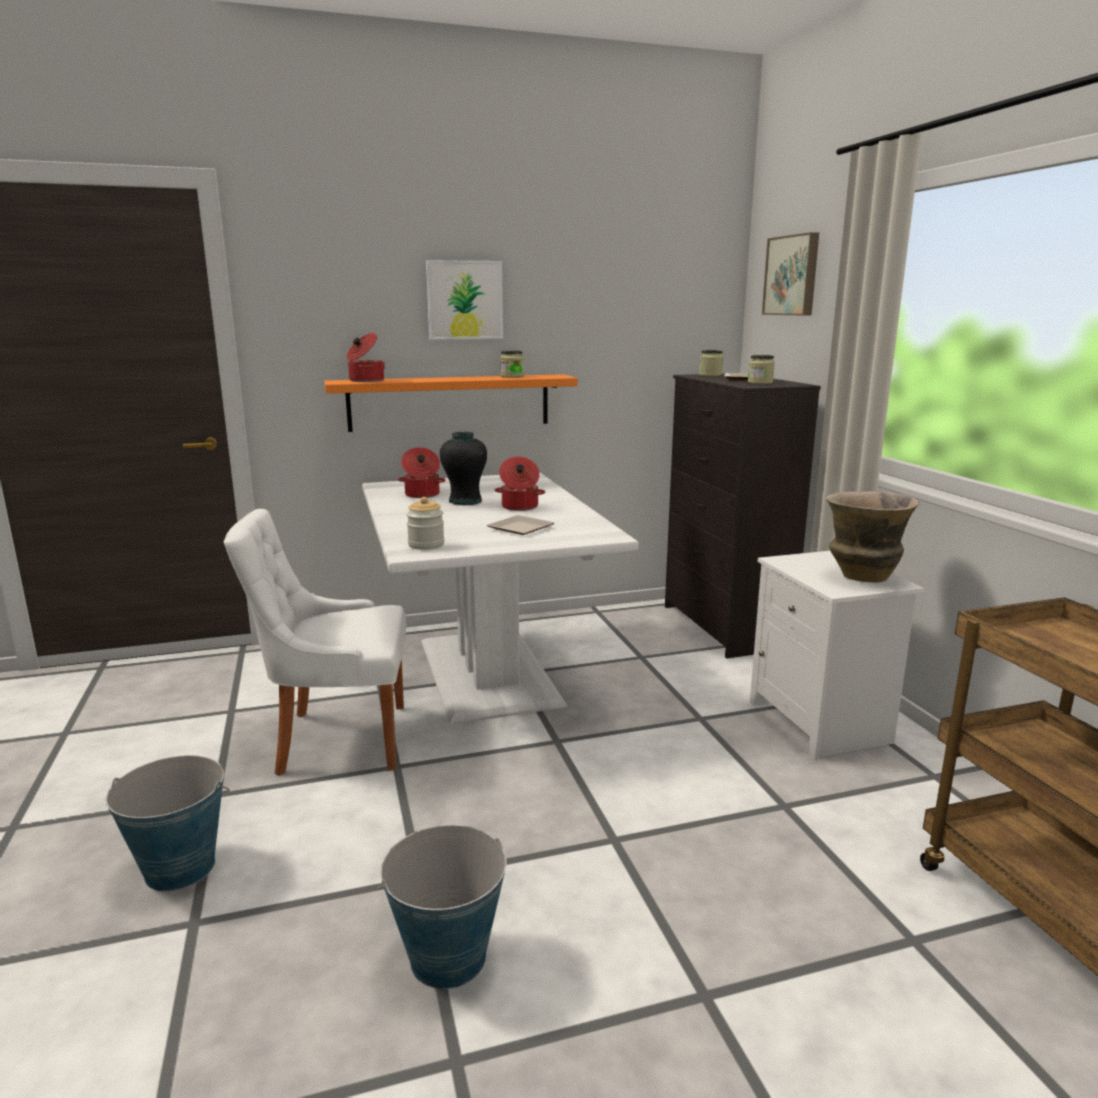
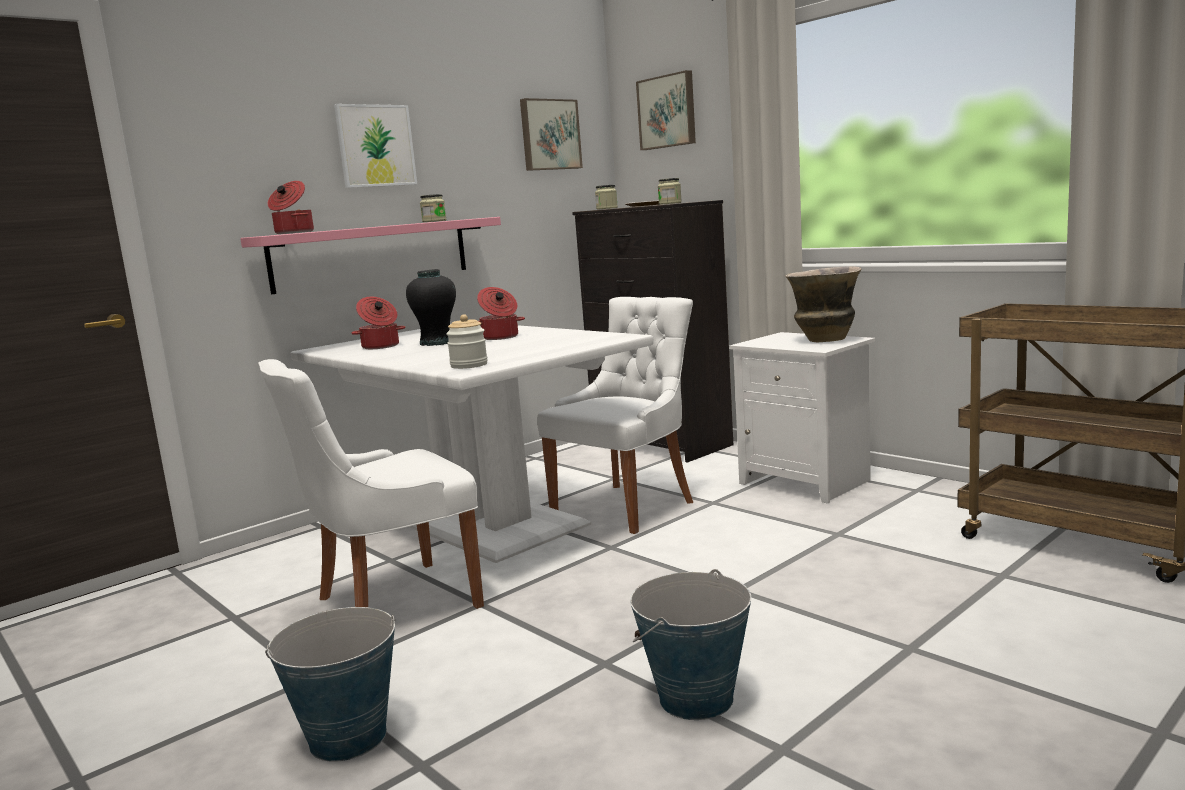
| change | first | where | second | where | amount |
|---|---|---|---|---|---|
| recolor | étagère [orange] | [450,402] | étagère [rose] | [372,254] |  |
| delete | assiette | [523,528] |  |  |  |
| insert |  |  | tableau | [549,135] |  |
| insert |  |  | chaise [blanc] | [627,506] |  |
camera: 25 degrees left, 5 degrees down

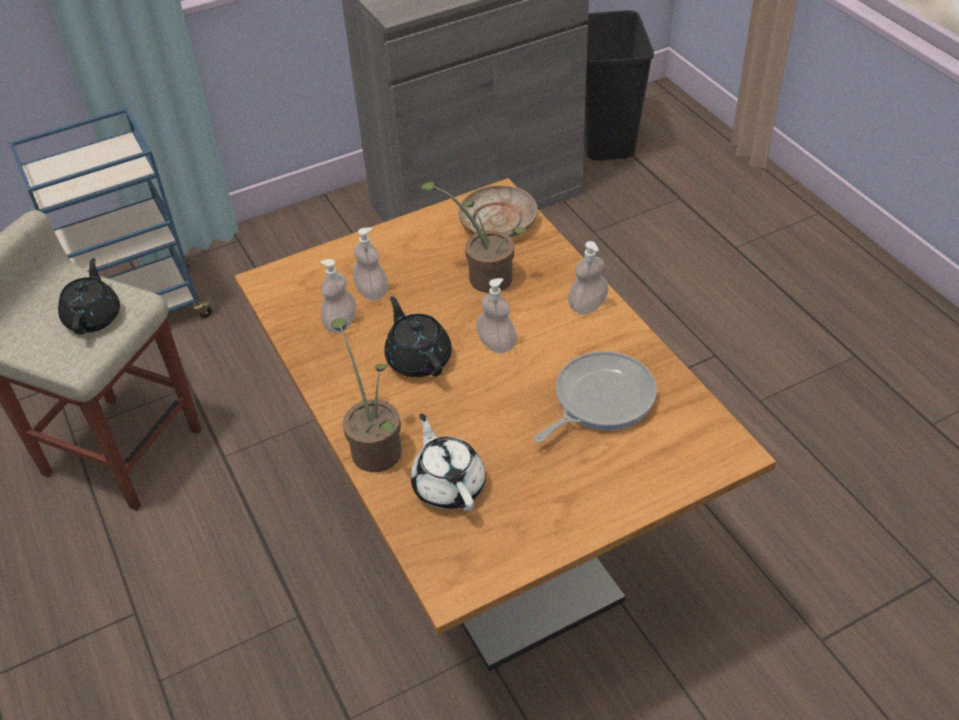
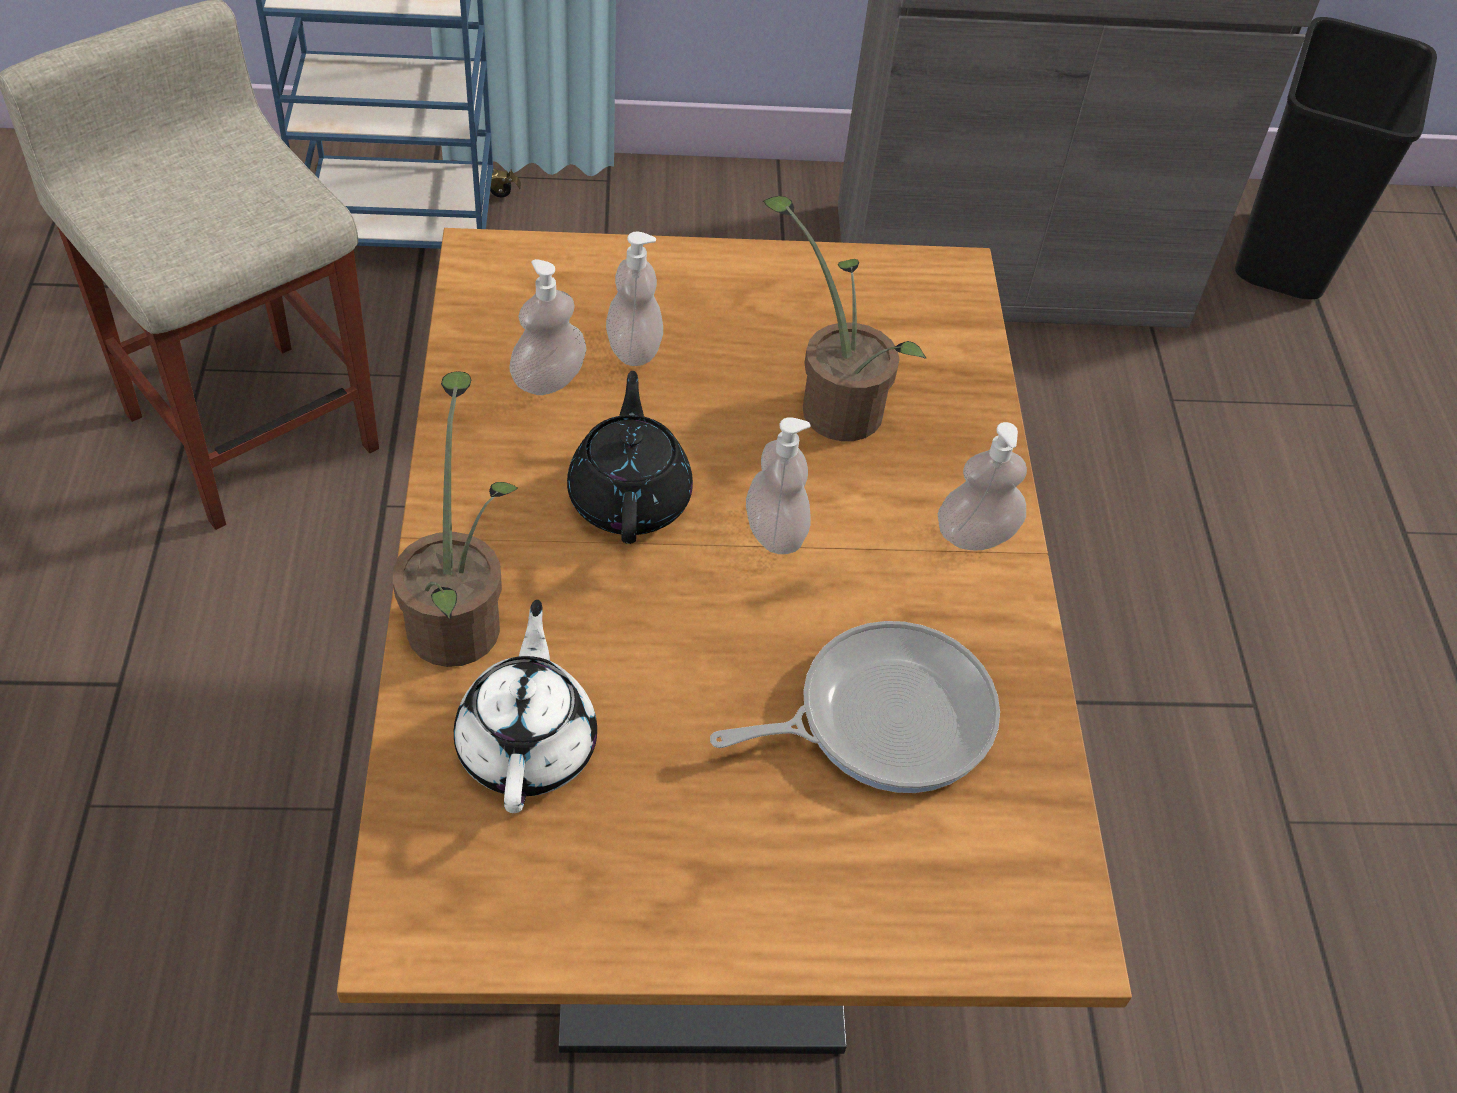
| change | first | where | second | where | amount |
|---|---|---|---|---|---|
| delete | assiette [beige] | [498,221] |  |  |  |
| delete | théière [noir] | [94,317] |  |  |  |
camera: 20 degrees right, 5 degrees up

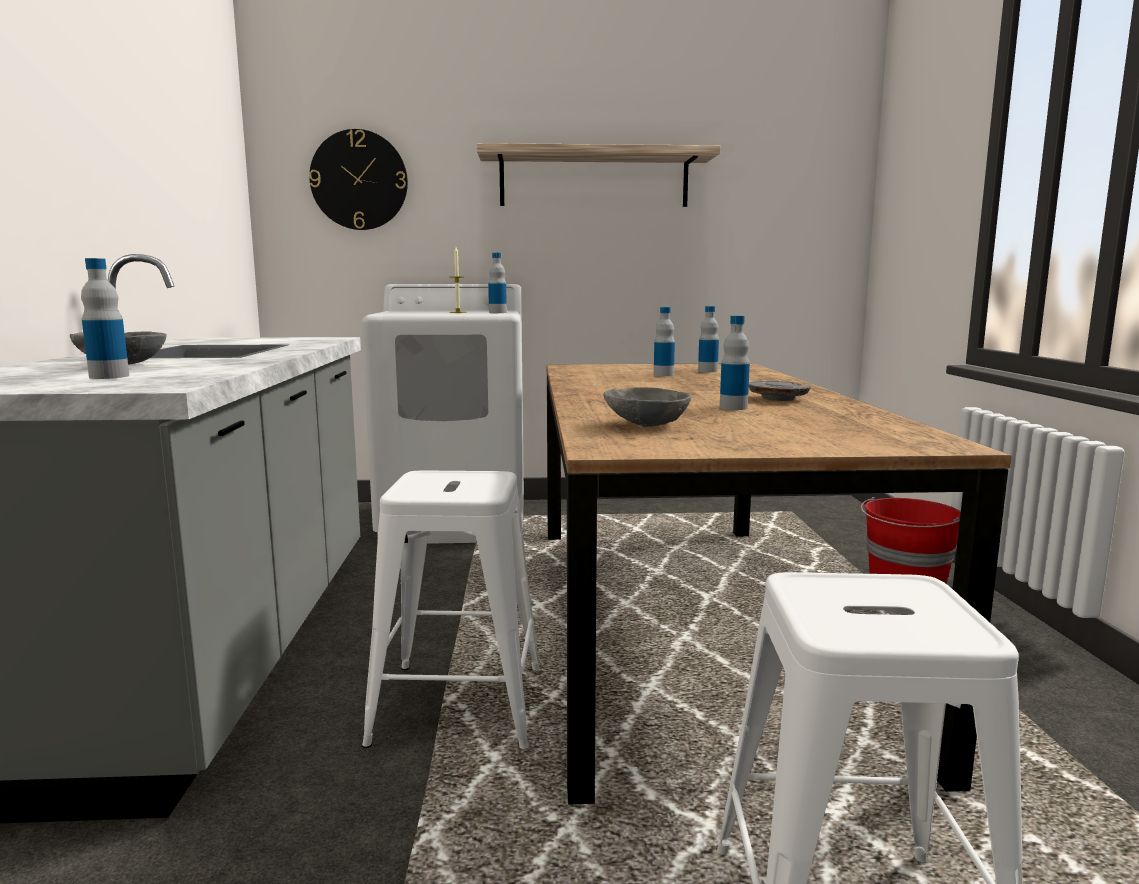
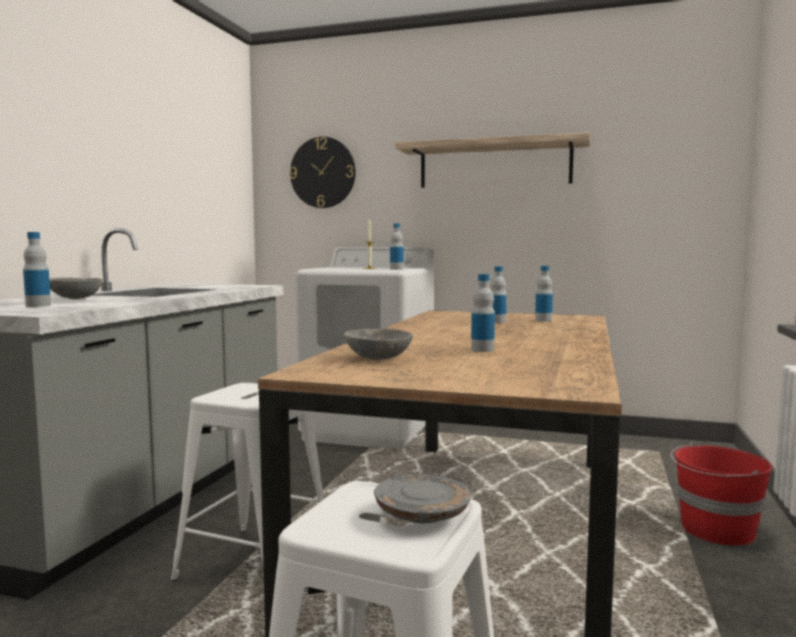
| change | first | where | second | where | amount |
|---|---|---|---|---|---|
| move | assiette [gris] | [778,399] |  | [422,513] |  |
camera: 20 degrees right, 5 degrees down

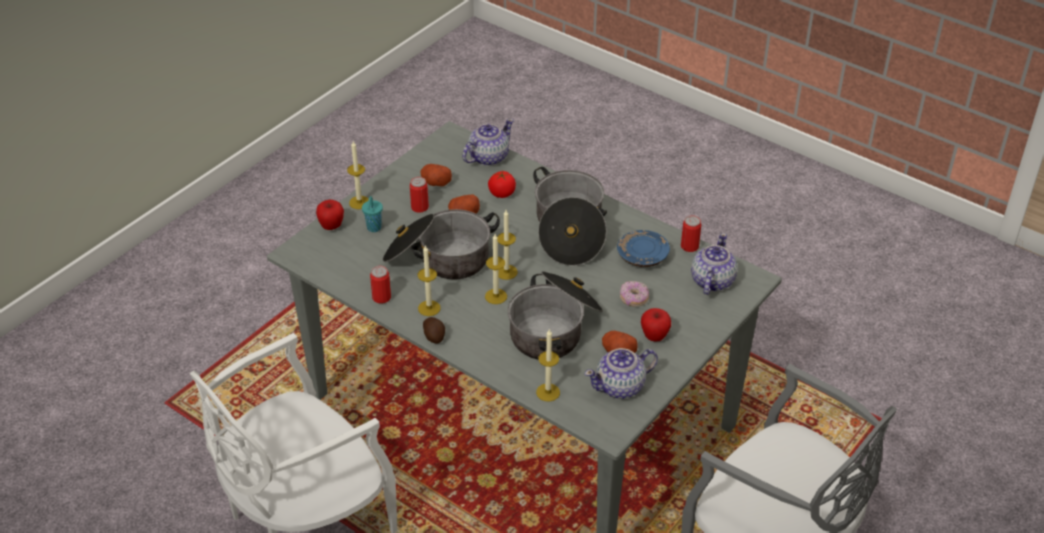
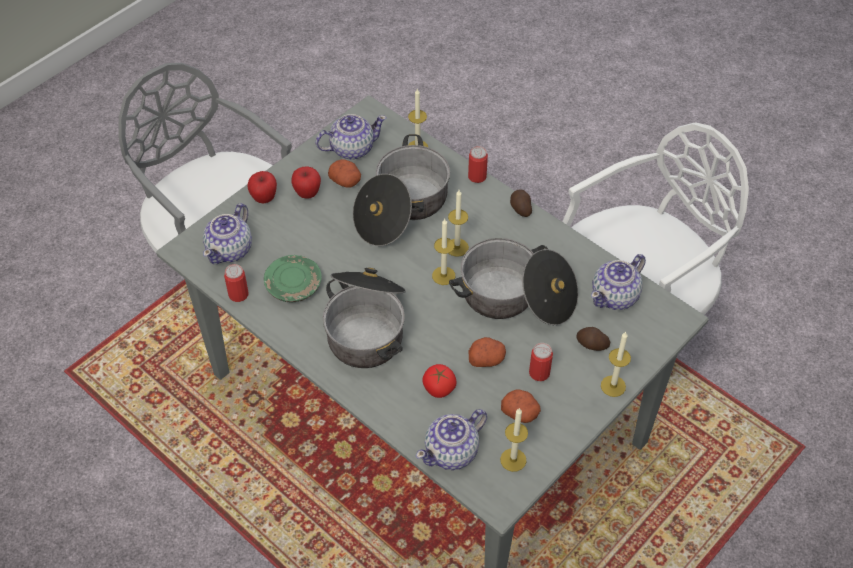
| change | first | where | second | where | amount |
|---|---|---|---|---|---|
| replace | tasse [turquoise] | [373,228] | pomme de terre | [592,345] |  |
| move | pomme | [331,226] |  | [264,198] |  |
| recolor | assiette [bleu] | [642,256] | assiette [vert] | [294,285] |  |
| move | bougie | [429,308] |  | [513,460] |  |
| move | boîte métallique | [381,297] |  | [477,176] |  |
| delete | beignet | [633,299] |  |  |  |
| insert |  |  | théière | [615,296] |  |
camera: 175 degrees left, 10 degrees up

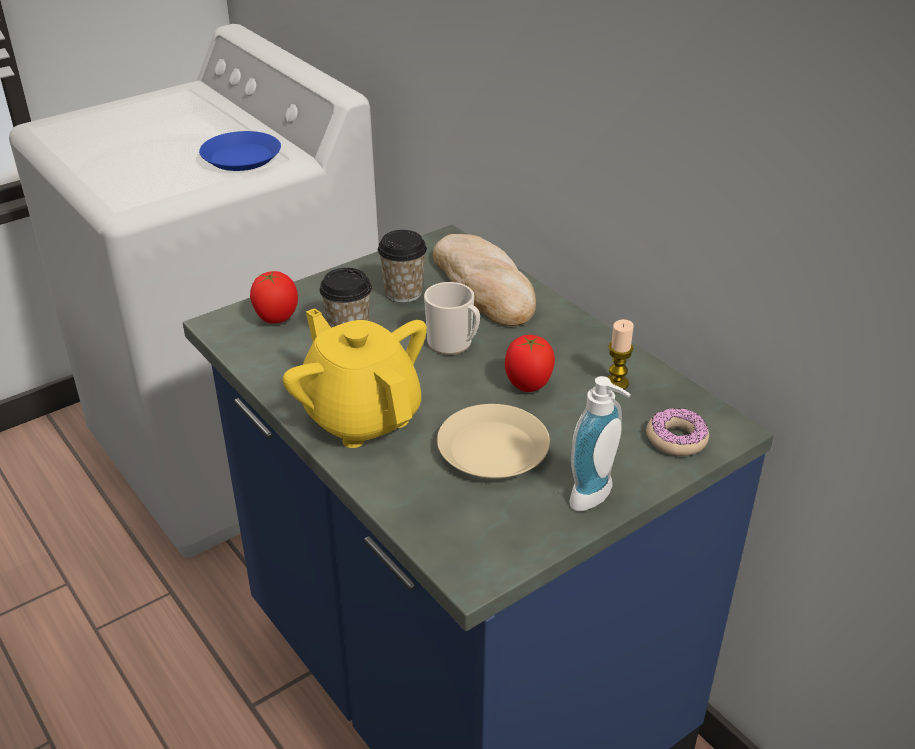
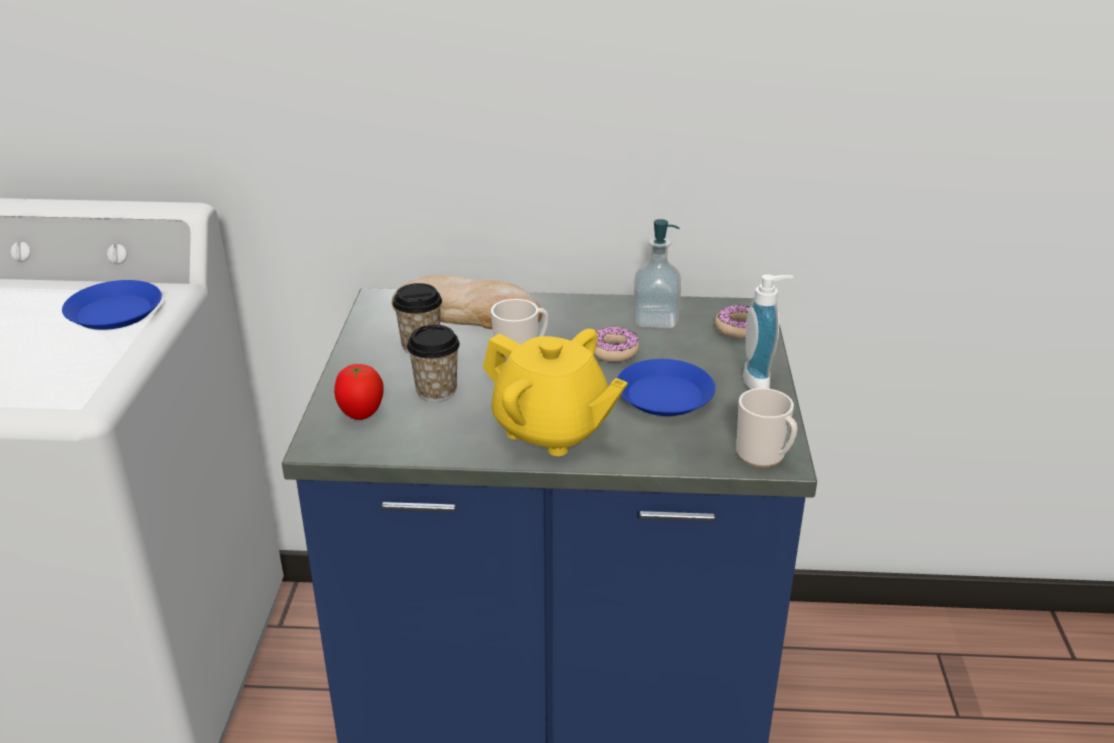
| change | first | where | second | where | amount |
|---|---|---|---|---|---|
| rotate | théière [jaune] | [361,416] |  | [552,430] | 150 degrees counterclockwise |
| replace | bougie | [616,383] | distributeur de savon | [655,320] |  |
| replace | tomate | [528,386] | beignet | [613,351] |  |
| recolor | assiette [beige] | [493,450] | assiette [bleu] | [665,395] |  |
| insert |  |  | mug | [764,456] |  |
camera: 50 degrees left, 5 degrees down

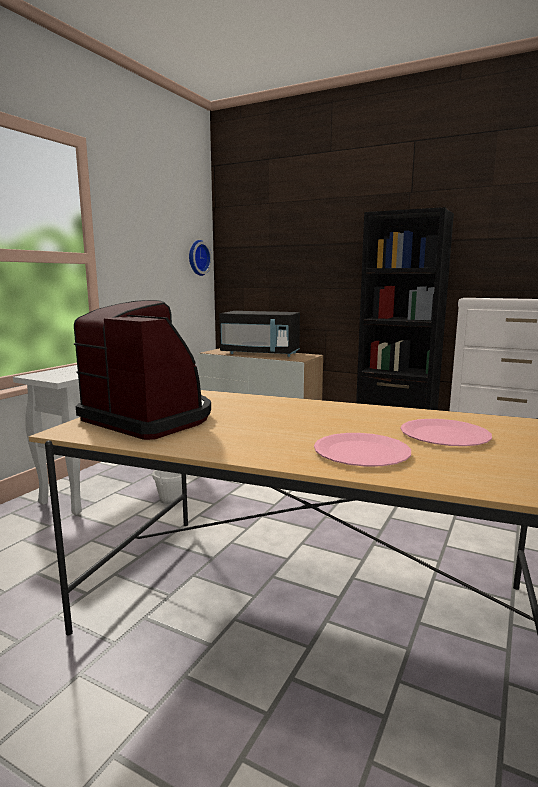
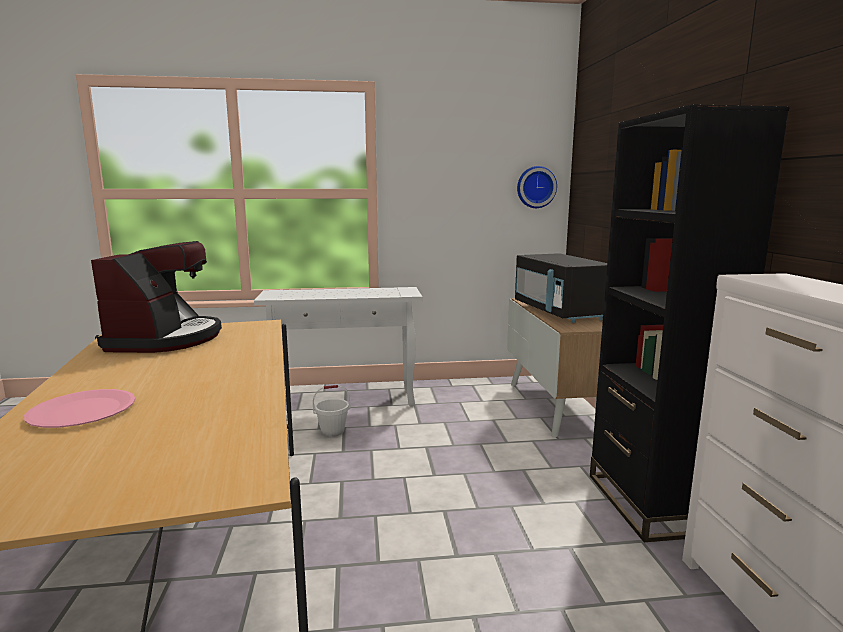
| change | first | where | second | where | amount |
|---|---|---|---|---|---|
| delete | assiette [rose] | [444,435] |  |  |  |
camera: 55 degrees right, 0 degrees up

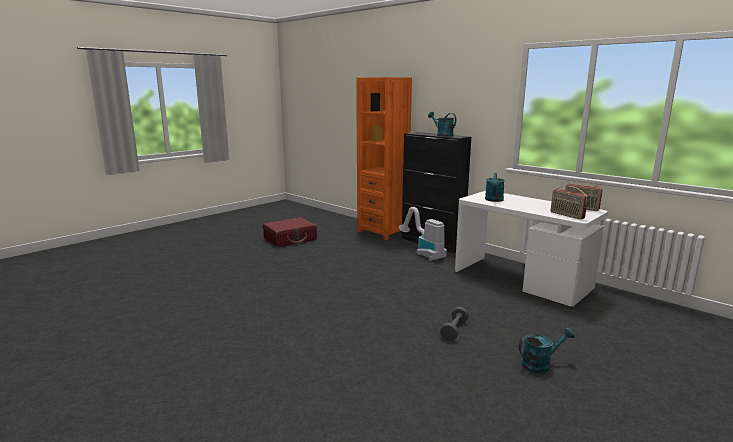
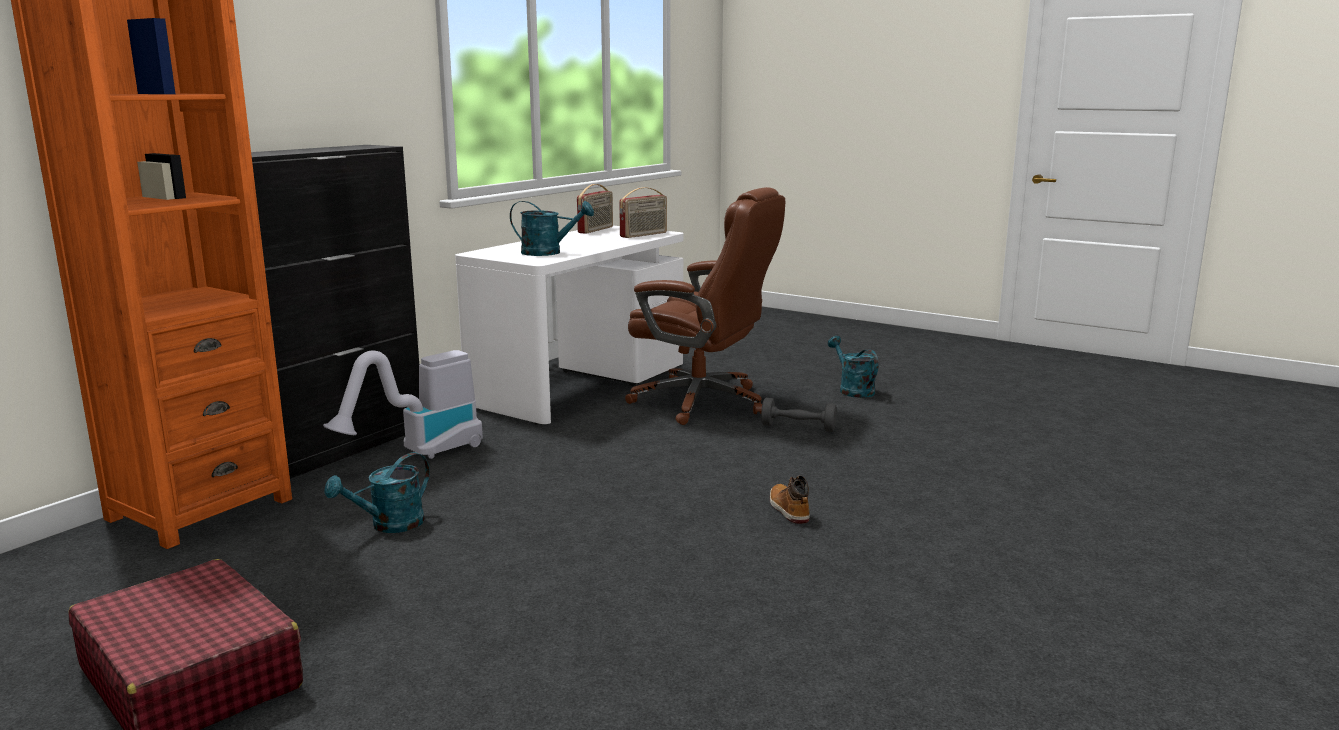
| change | first | where | second | where | amount |
|---|---|---|---|---|---|
| move | arrosoir [turquoise] | [442,135] |  | [389,525] |  |
| insert |  |  | chaise de bureau [marron] | [703,402] |  |
| insert |  |  | botte | [788,510] |  |
camera: 100 degrees left, 0 degrees up

